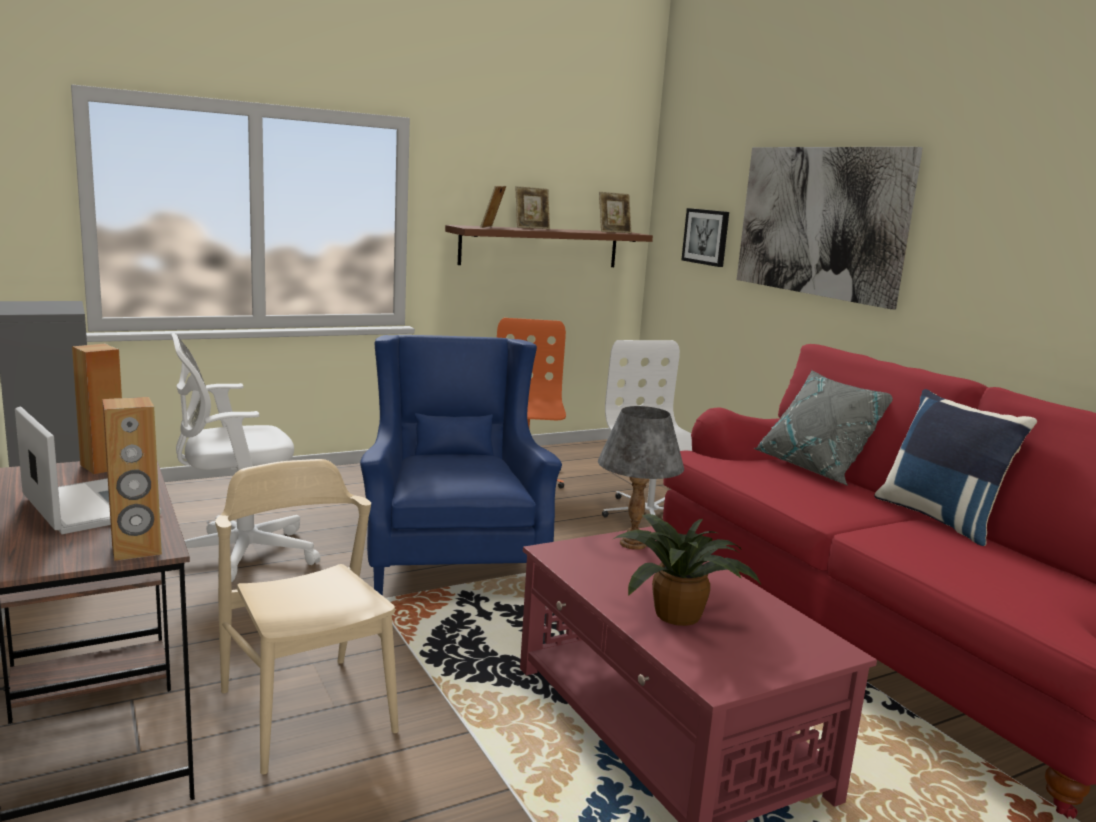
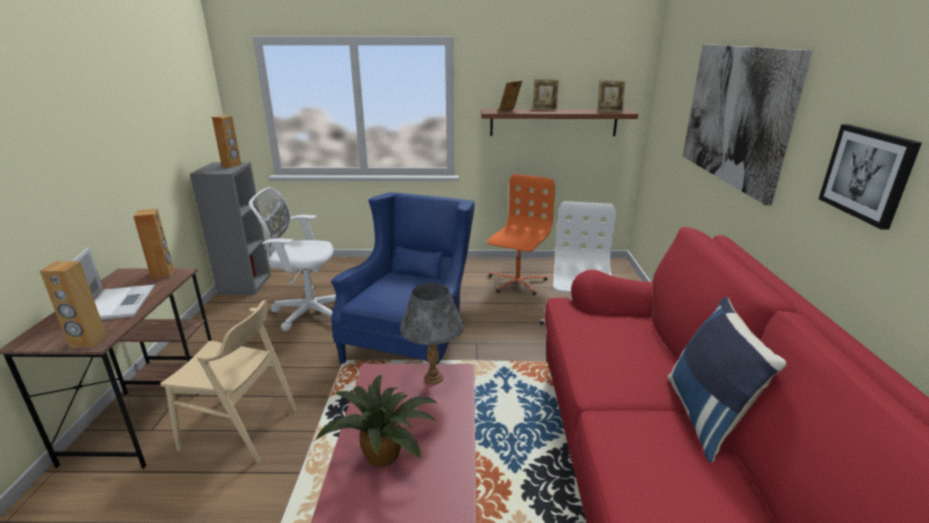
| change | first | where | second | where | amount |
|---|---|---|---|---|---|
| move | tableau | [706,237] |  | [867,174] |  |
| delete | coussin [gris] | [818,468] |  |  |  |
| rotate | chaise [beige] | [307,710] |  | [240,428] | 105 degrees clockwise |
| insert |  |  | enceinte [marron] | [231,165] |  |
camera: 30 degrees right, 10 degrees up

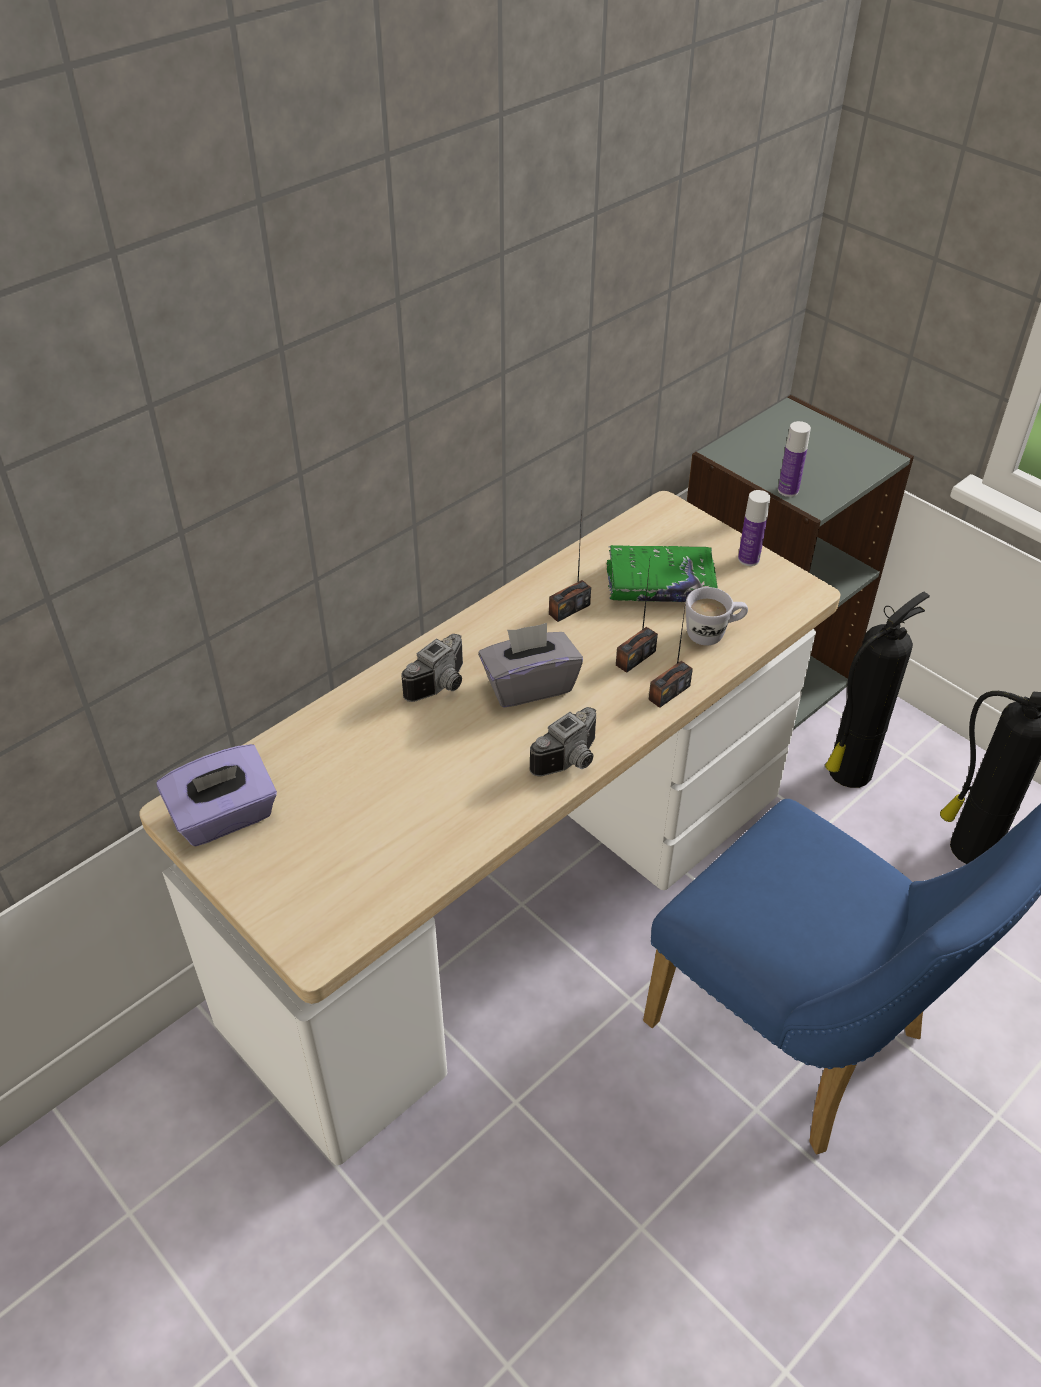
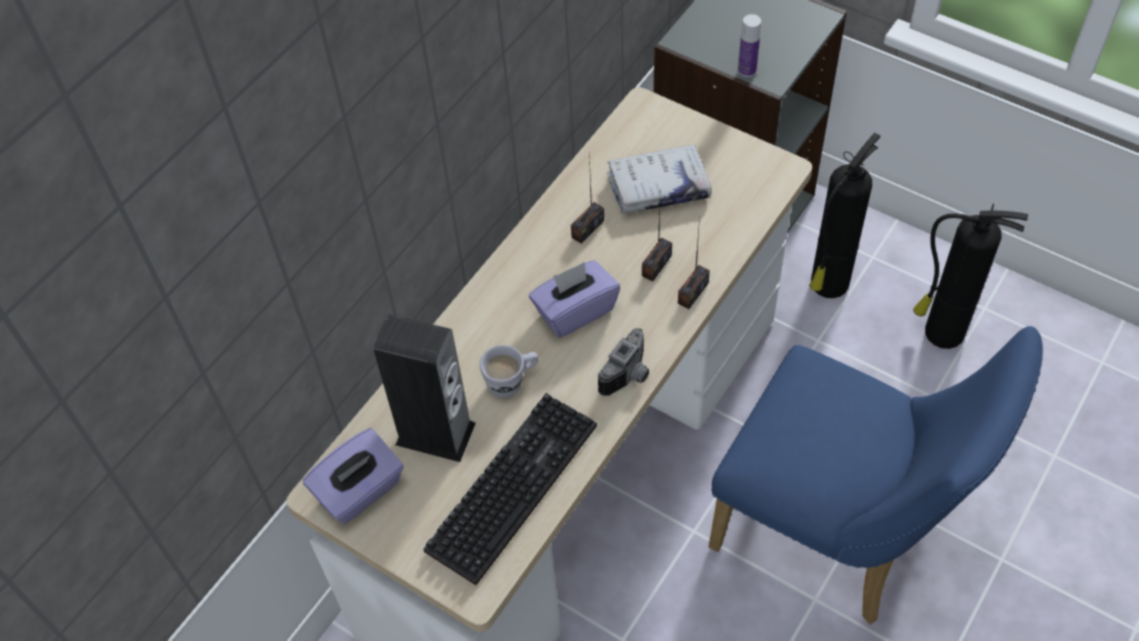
| change | first | where | second | where | amount |
|---|---|---|---|---|---|
| delete | bouteille | [748,559] |  |  |  |
| recolor | livre [vert] | [659,585] | livre [blanc] | [658,187] |  |
| move | mug [blanc] | [713,634] |  | [512,382] |  |
| recolor | boîte à mouchoirs [gris] | [529,685] | boîte à mouchoirs [violet] | [575,311] |  |
| delete | appareil photo | [442,686] |  |  |  |
| insert |  |  | enceinte | [435,434] |  |
| insert |  |  | clavier | [511,482] |  |
camera: 10 degrees left, 10 degrees up

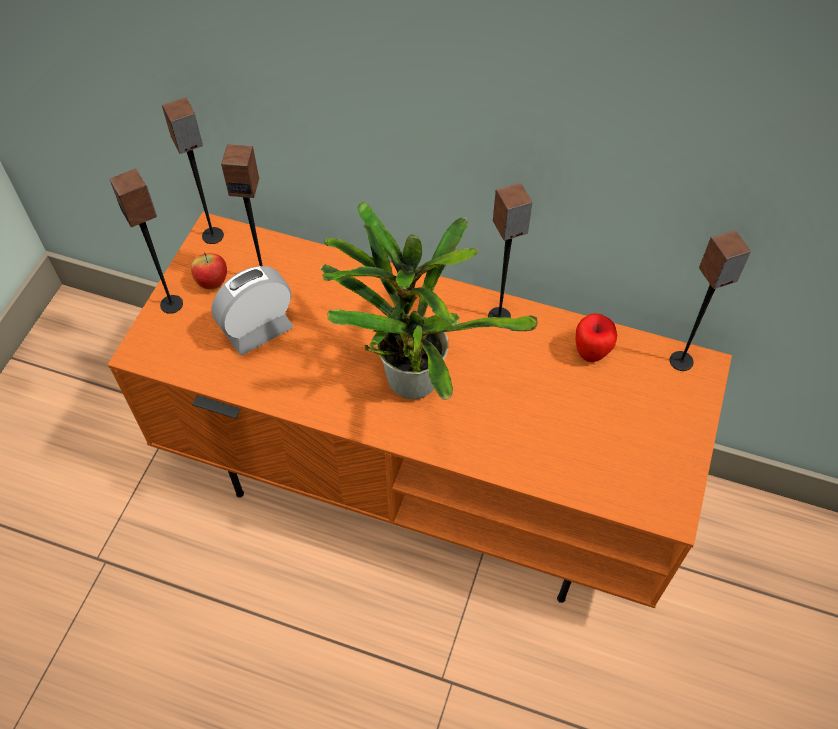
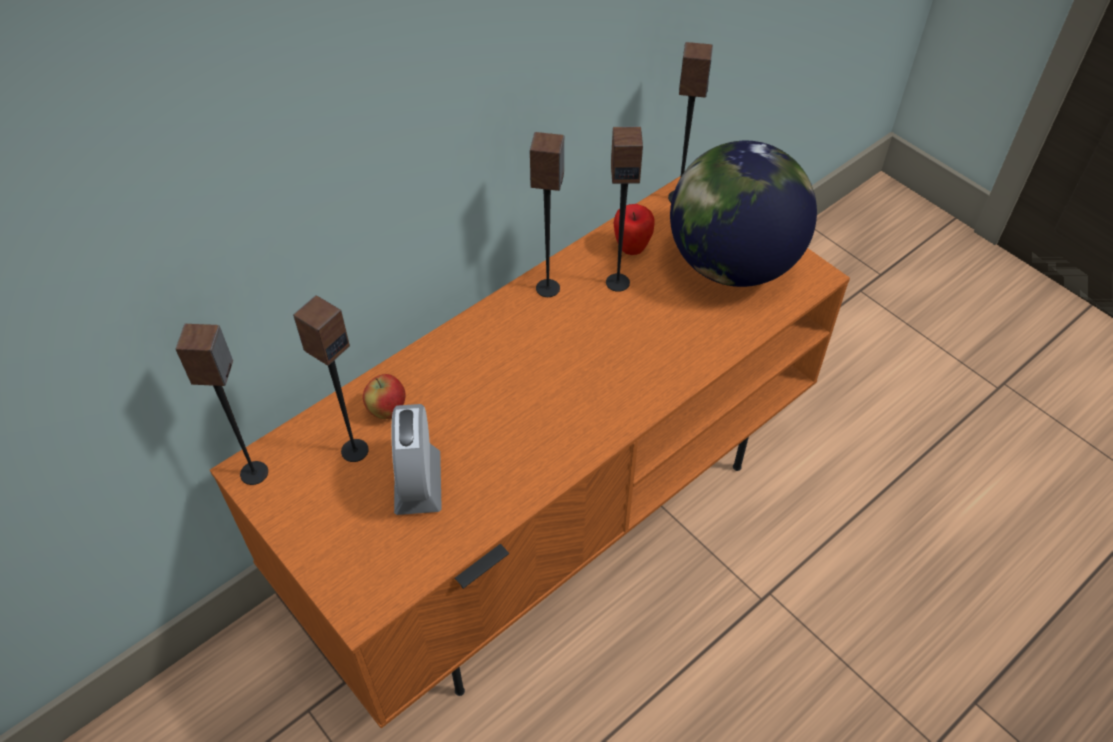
| change | first | where | second | where | amount |
|---|---|---|---|---|---|
| move | enceinte | [172,304] |  | [617,282] |  |
| delete | plante en pot | [410,374] |  |  |  |
| move | pomme | [212,283] |  | [387,410] |  |
| insert |  |  | globe | [732,263] |  |
camera: 60 degrees left, 5 degrees down

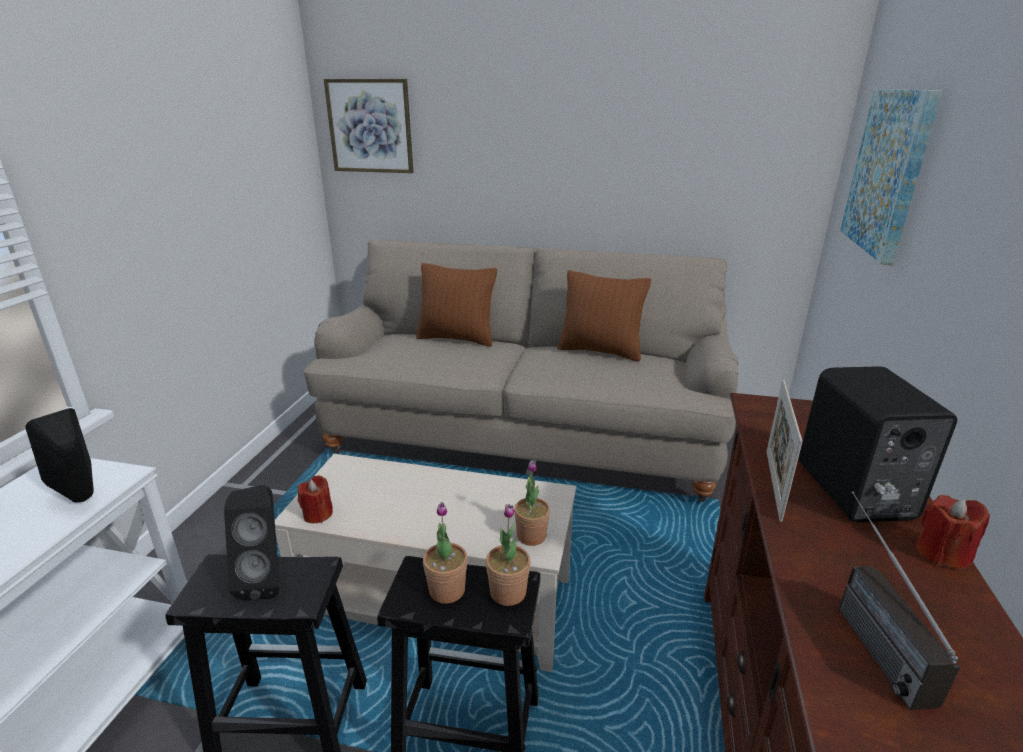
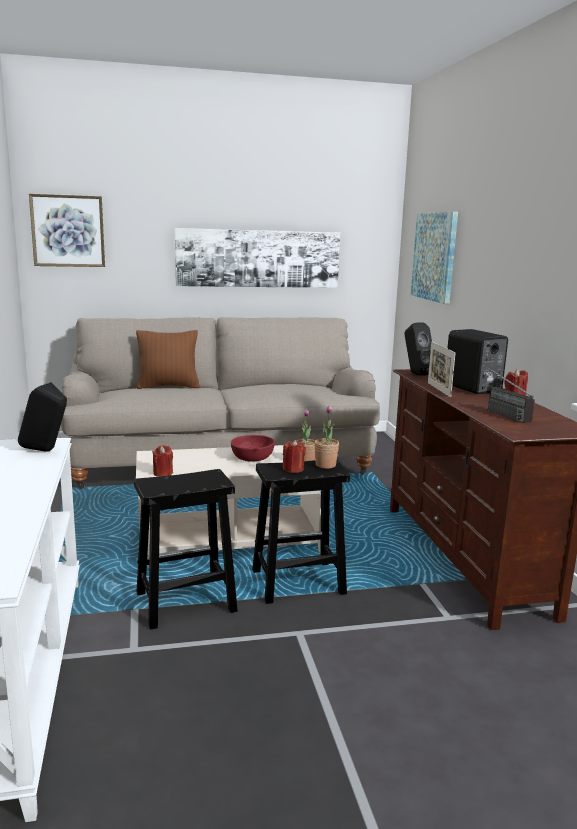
| change | first | where | second | where | amount |
|---|---|---|---|---|---|
| delete | coussin [marron] | [600,351] |  |  |  |
| move | enceinte [noir] | [267,579] |  | [416,374] |  |
| replace | plante en pot | [447,590] | bougie [rouge] | [293,469] |  |
| insert |  |  | tableau | [258,258] |  |
| insert |  |  | bol [rouge] | [252,458] |  |
camera: 25 degrees left, 10 degrees down

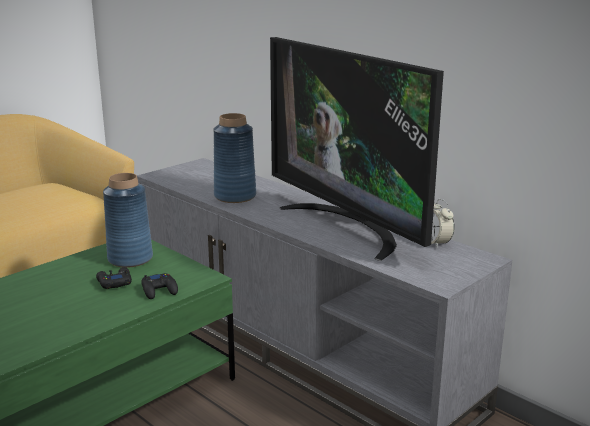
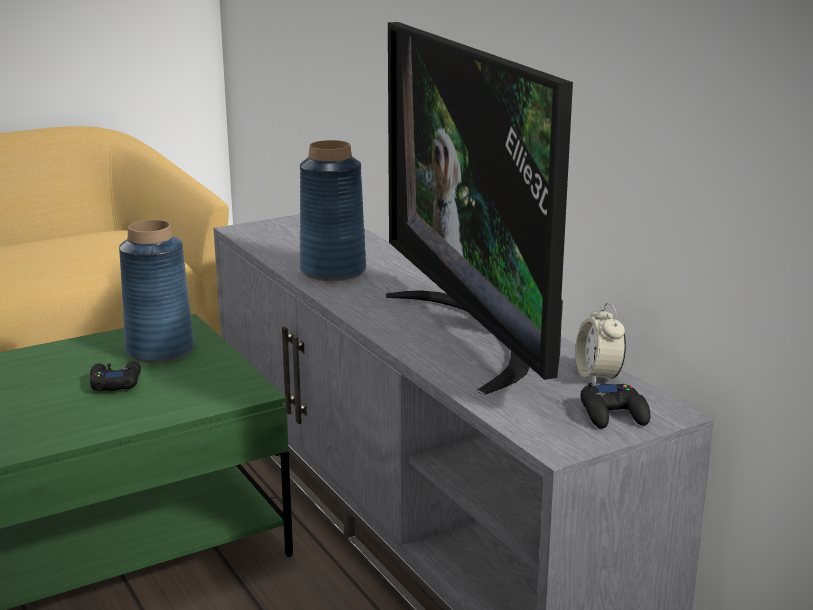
| change | first | where | second | where | amount |
|---|---|---|---|---|---|
| move | manette [noir] | [159,290] |  | [614,414] |  |
camera: 15 degrees right, 0 degrees up

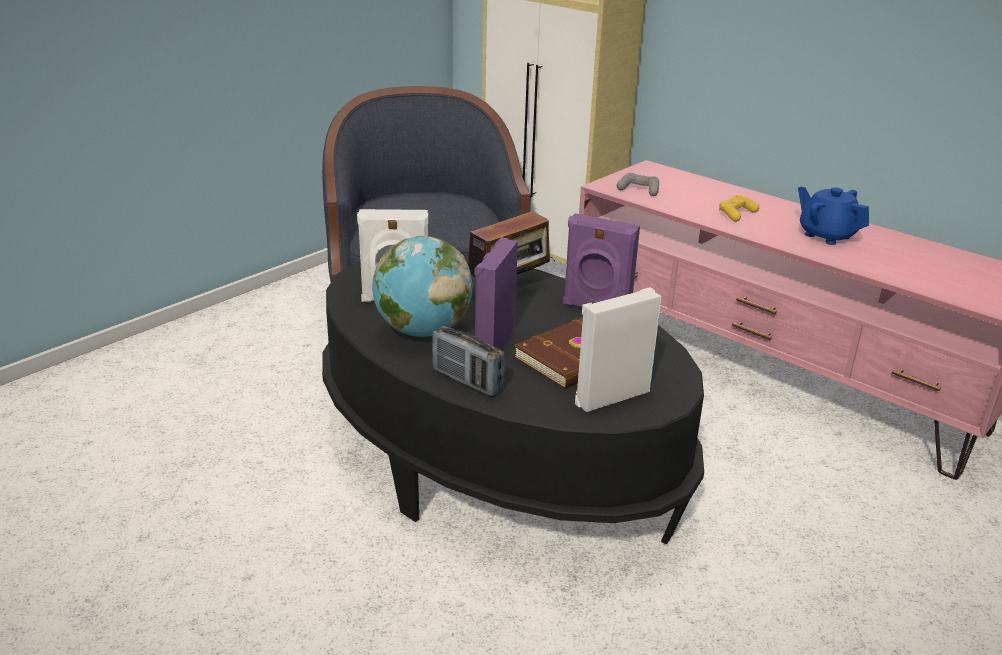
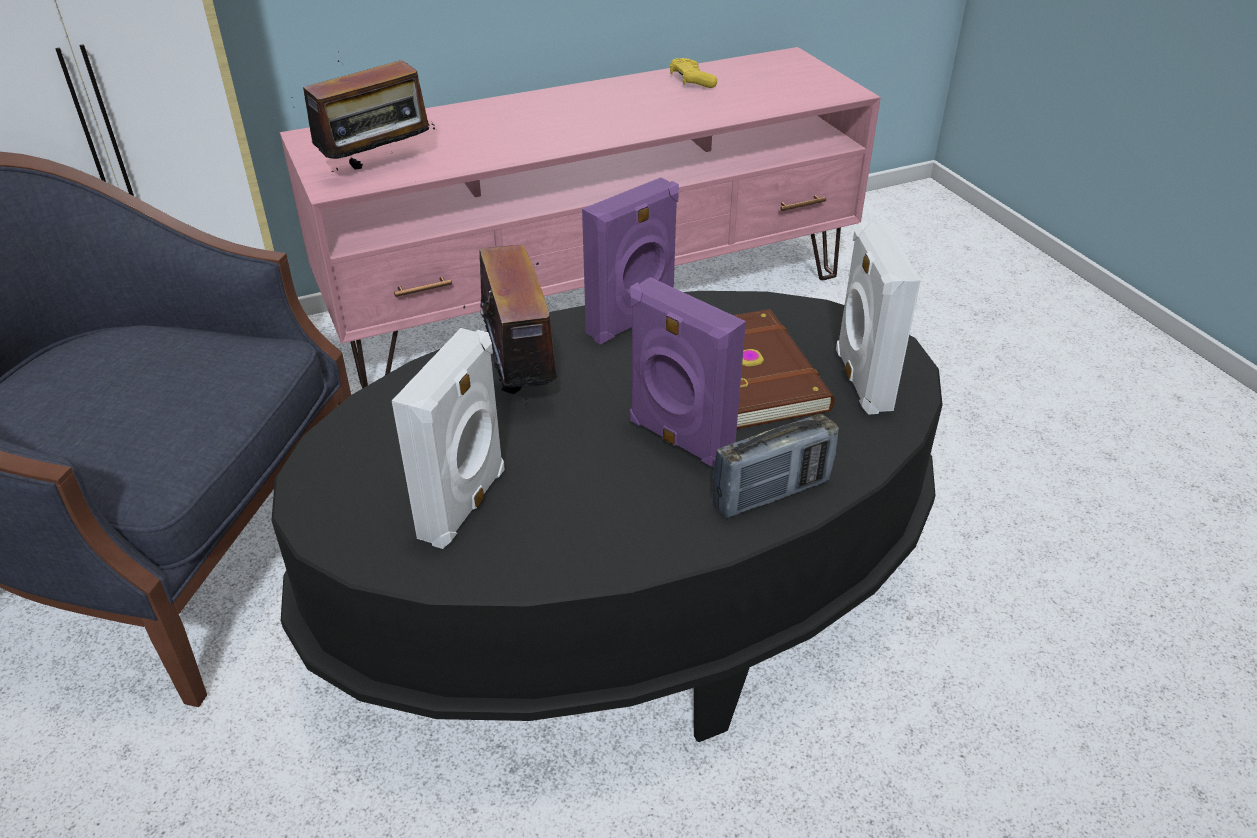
| change | first | where | second | where | amount |
|---|---|---|---|---|---|
| replace | manette [gris] | [639,190] | radio | [378,168] |  |
| delete | théière [bleu] | [826,235] |  |  |  |
| move | manette [jaune] | [736,214] |  | [691,81] |  |
| delete | globe | [422,331] |  |  |  |
camera: 65 degrees left, 10 degrees up

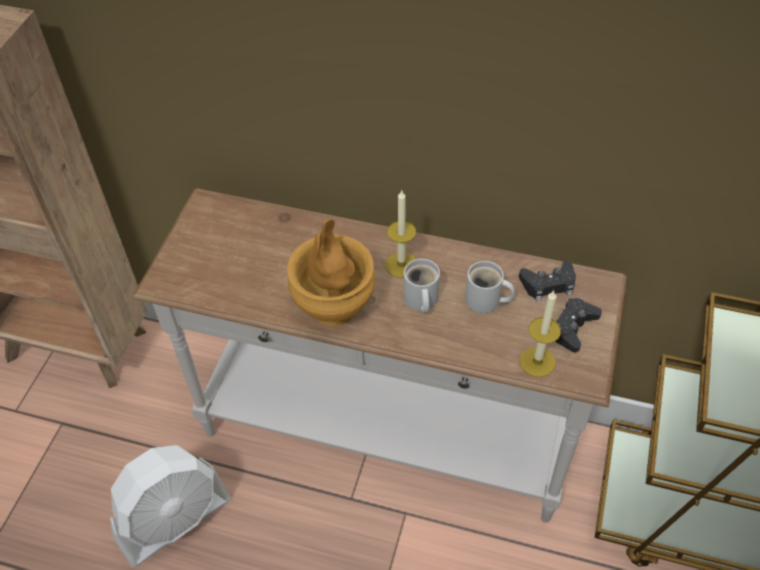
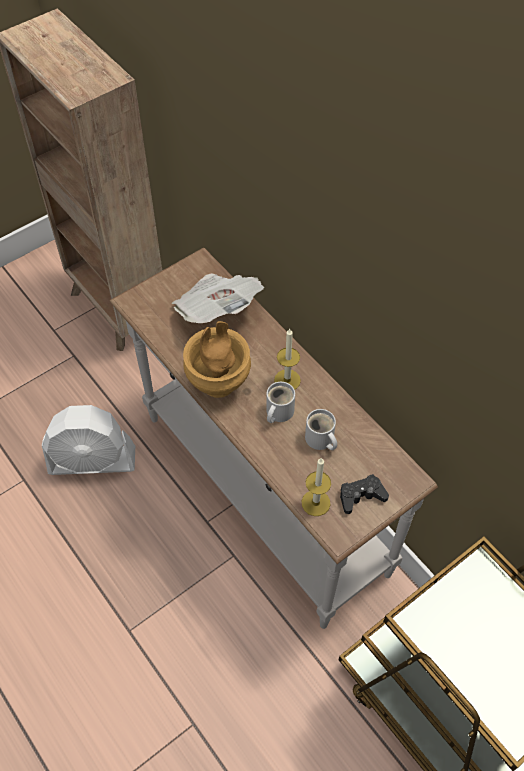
| change | first | where | second | where | amount |
|---|---|---|---|---|---|
| delete | manette [noir] | [548,284] |  |  |  |
| insert |  |  | journal | [217,310] |  |
camera: 35 degrees right, 5 degrees up

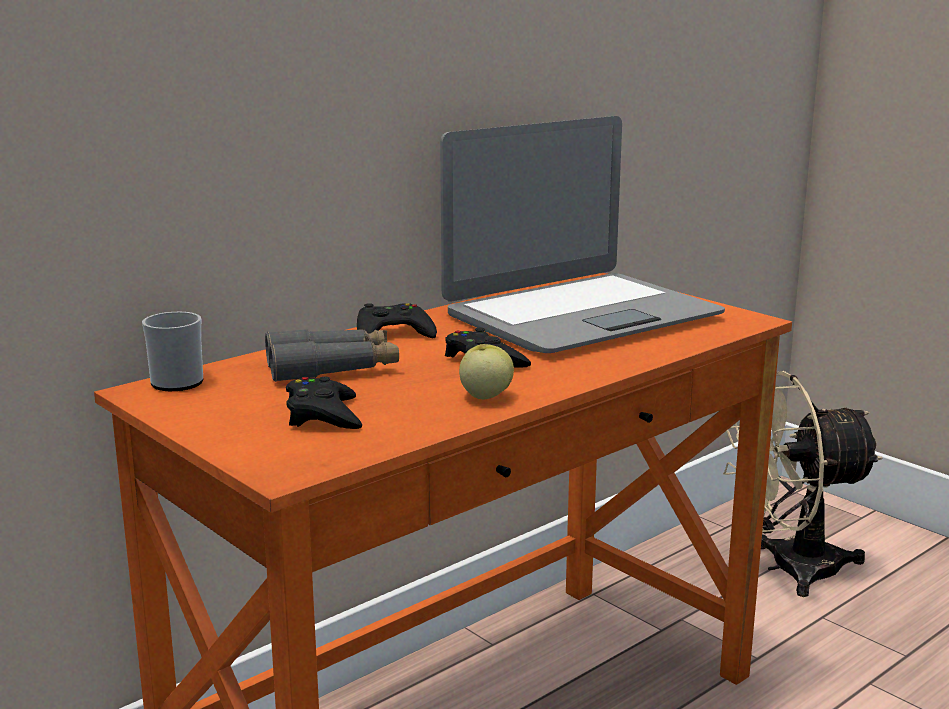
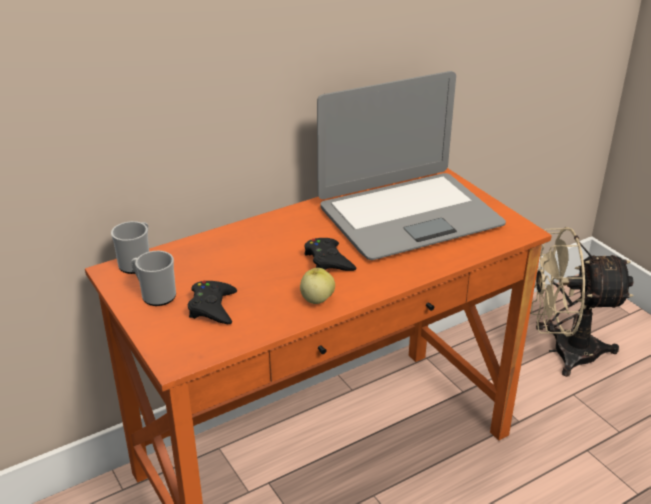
| change | first | where | second | where | amount |
|---|---|---|---|---|---|
| delete | manette [noir] | [392,334] |  |  |  |
| delete | jumelles [gris] | [332,368] |  |  |  |
| insert |  |  | mug | [155,295] |  |
camera: 10 degrees right, 15 degrees up

